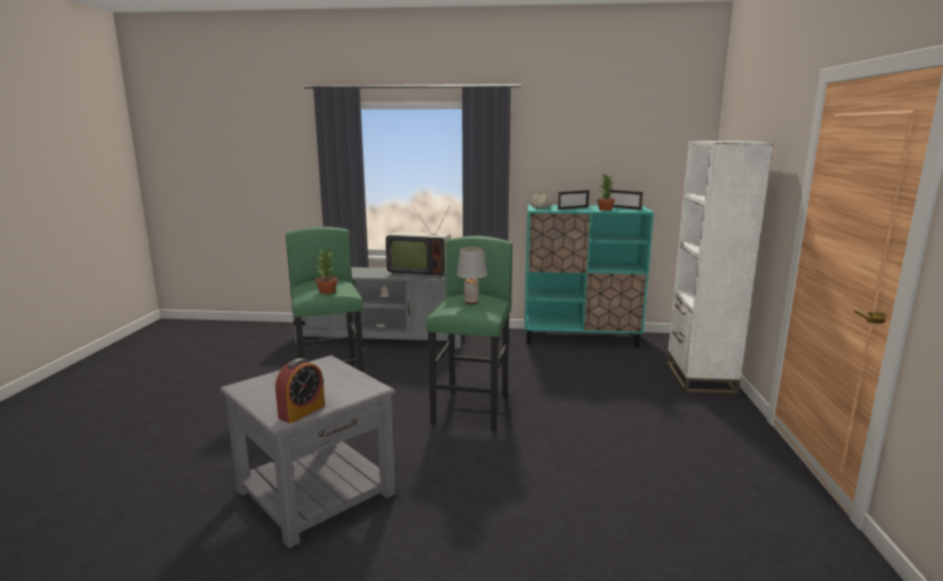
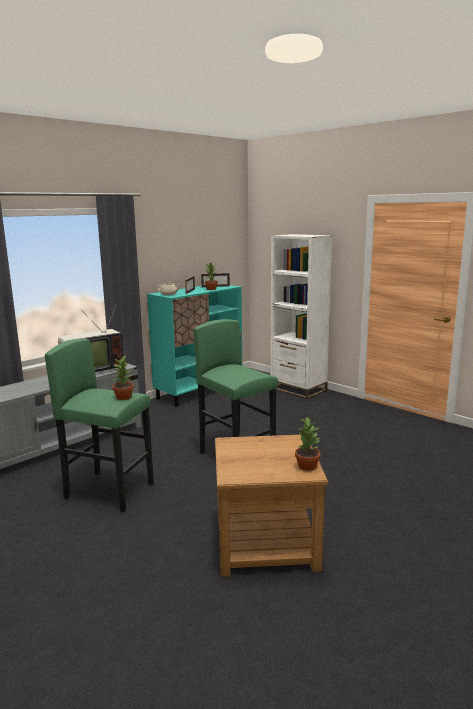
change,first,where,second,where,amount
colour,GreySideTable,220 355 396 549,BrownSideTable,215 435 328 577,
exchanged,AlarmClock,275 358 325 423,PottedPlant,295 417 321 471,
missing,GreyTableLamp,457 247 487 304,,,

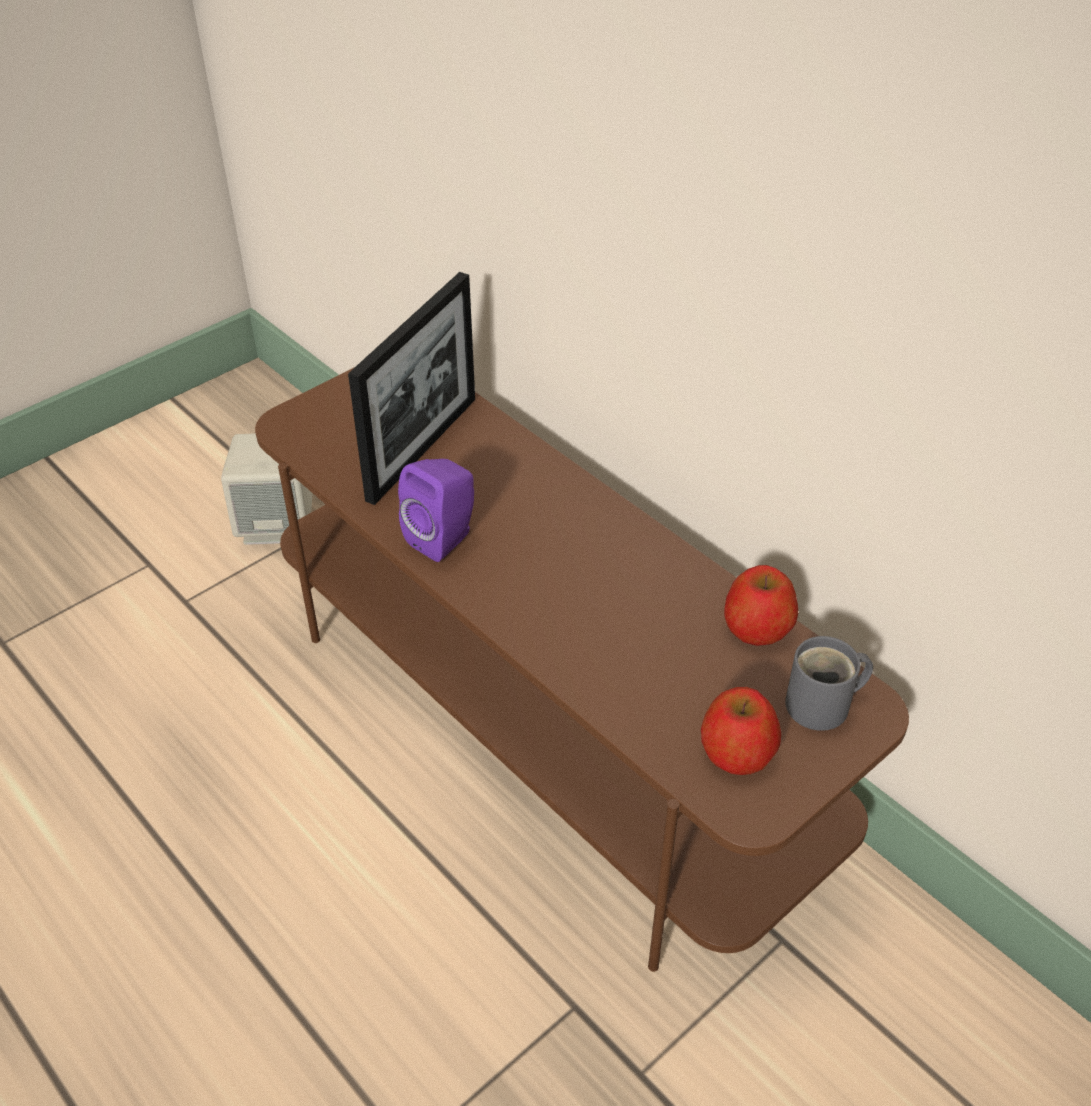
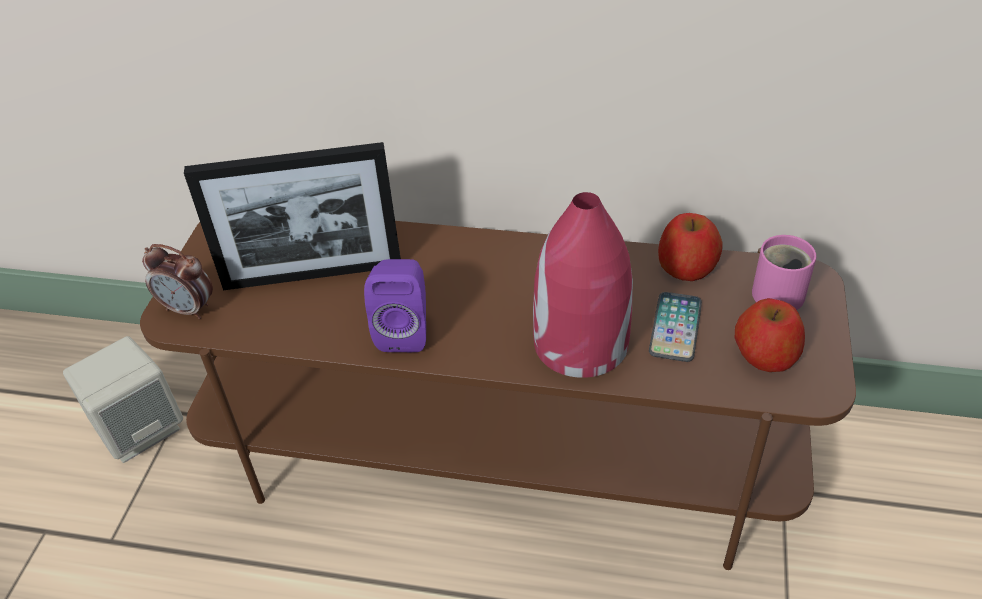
change,first,where,second,where,amount
appeared,,,AlarmClock,142 244 213 319,
spun,PictureFrame,348 272 475 505,,184 142 401 290,90 degrees clockwise
appeared,,,RedVase,533 192 633 378,
appeared,,,Phone,649 292 702 362,
colour,GreyMug,785 636 873 731,PinkMug,752 235 816 310,

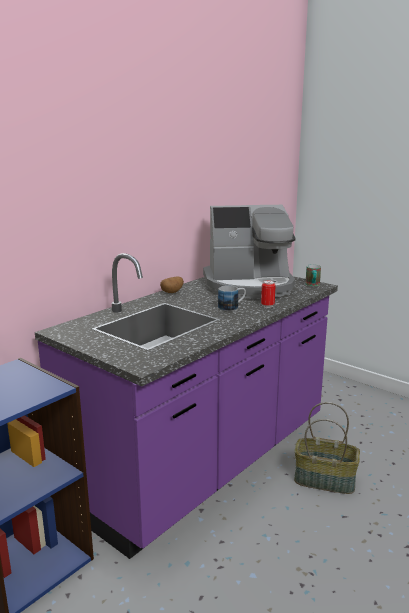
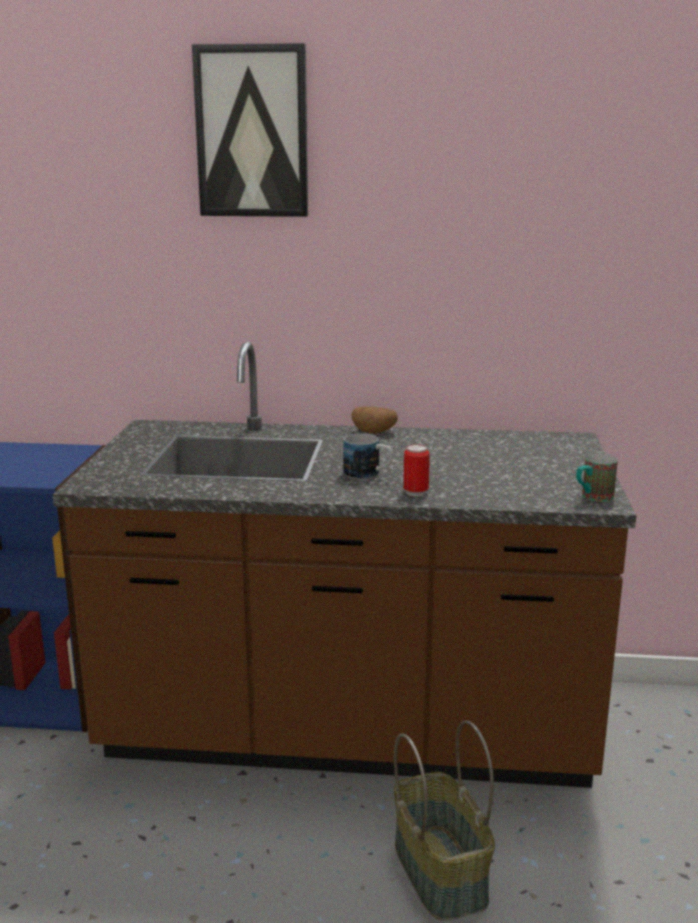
change,first,where,second,where,amount
colour,PurpleCounter,35 253 338 559,BrownCounter,52 342 636 788,
appeared,,,Picture,192 43 308 217,
missing,CoffeeMachine,203 205 296 298,,,

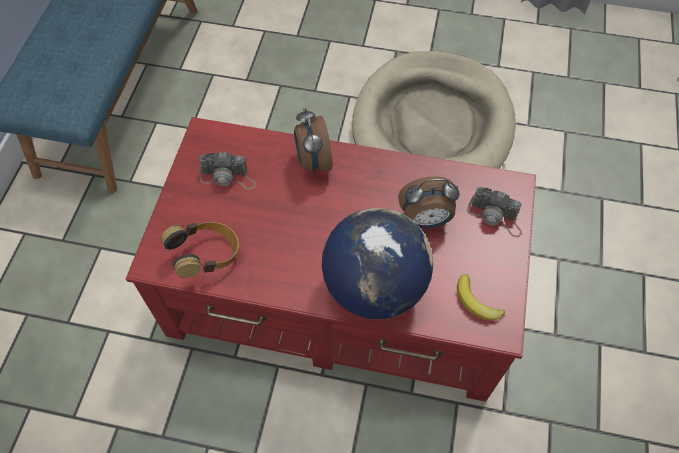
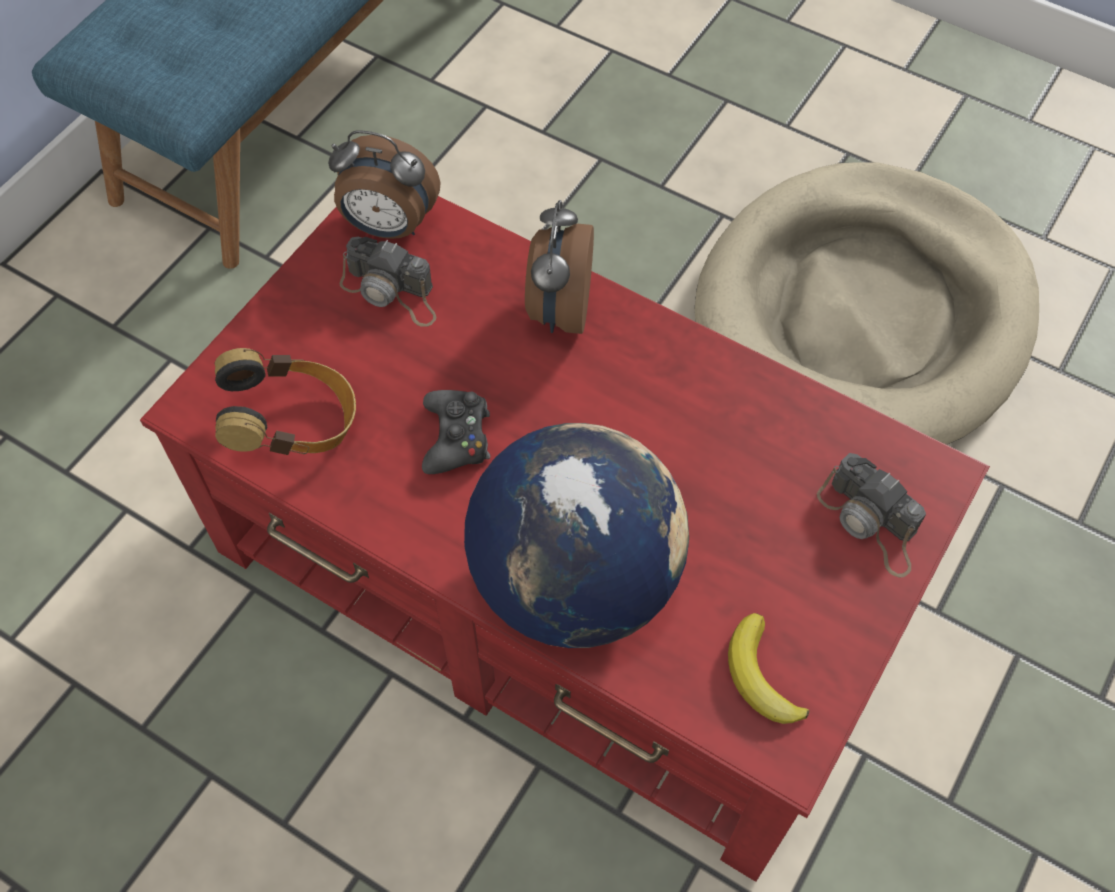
change,first,where,second,where,amount
relocated,AlarmClock,398 176 460 229,,328 130 441 239,
appeared,,,BlackGameController,422 390 490 474,

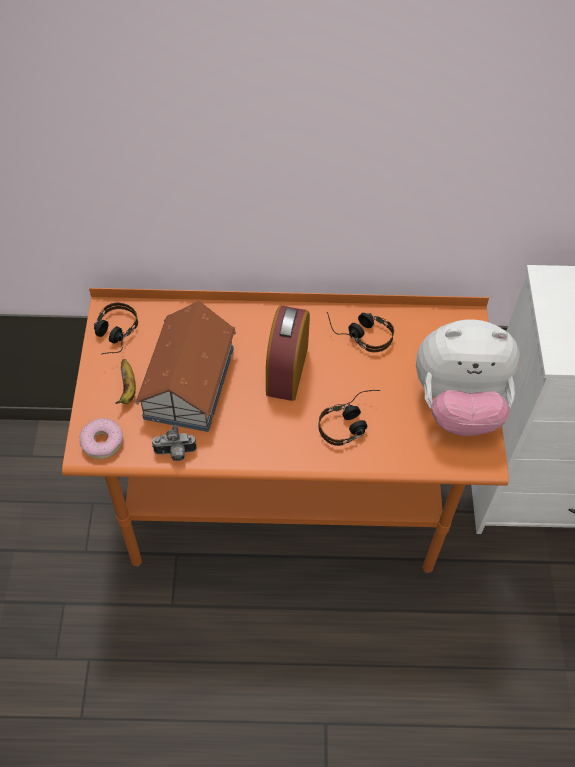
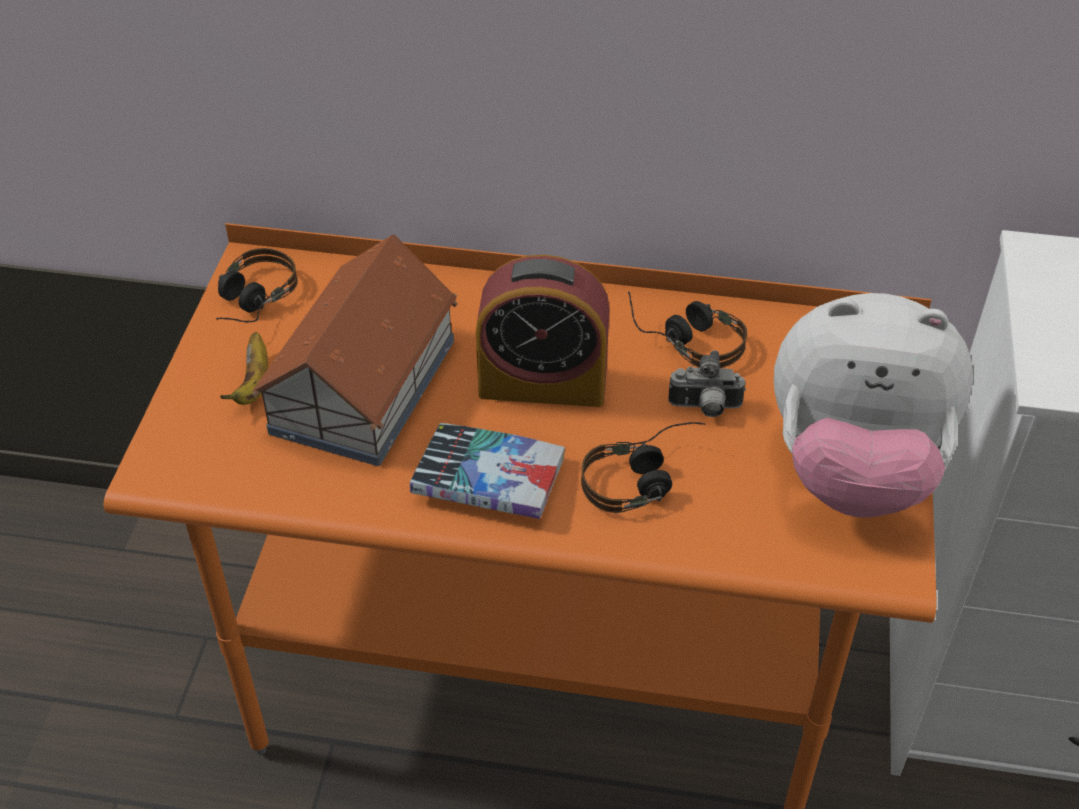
change,first,where,second,where,amount
appeared,,,Book,410 423 565 519,
spun,AlarmClock,266 306 310 401,,476 255 609 407,105 degrees counterclockwise
relocated,PhotoCamera,152 426 197 461,,668 350 746 417,
missing,Donut,80 418 123 459,,,

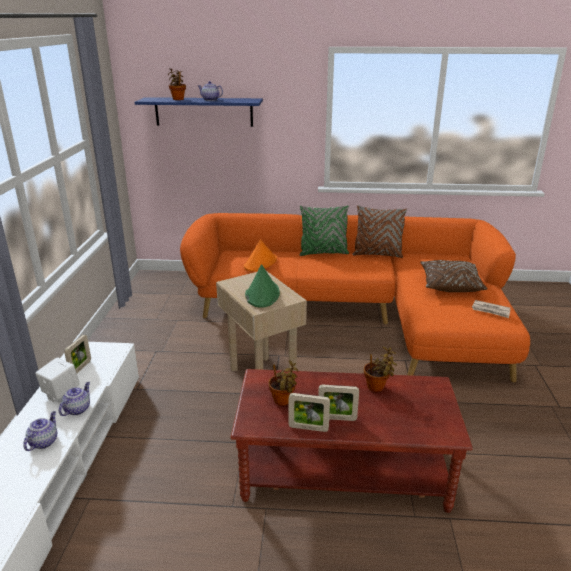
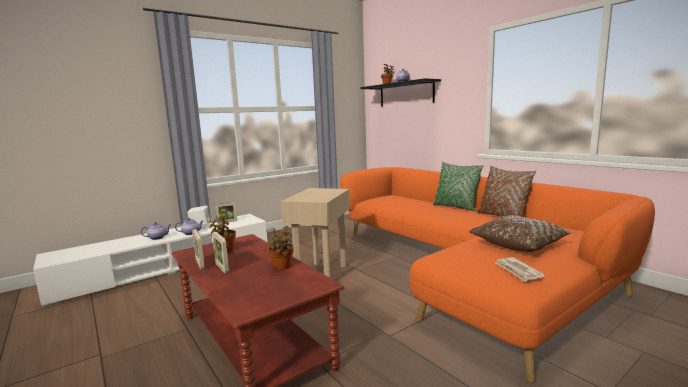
change,first,where,second,where,amount
colour,BlueShelf,135 97 263 127,BlackShelf,360 78 441 106,
missing,OrangeHat,244 239 277 271,,,
missing,GreenHat,245 264 280 308,,,

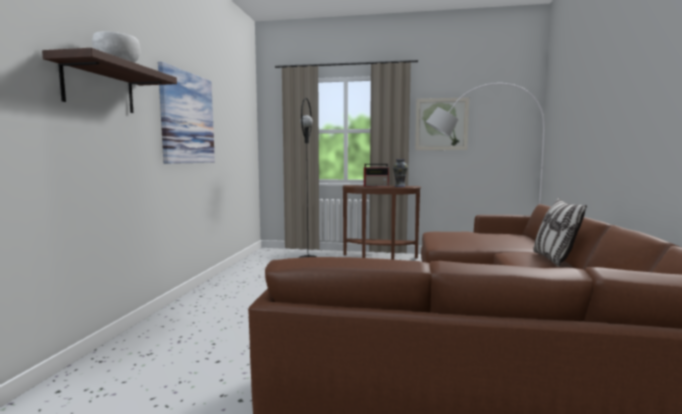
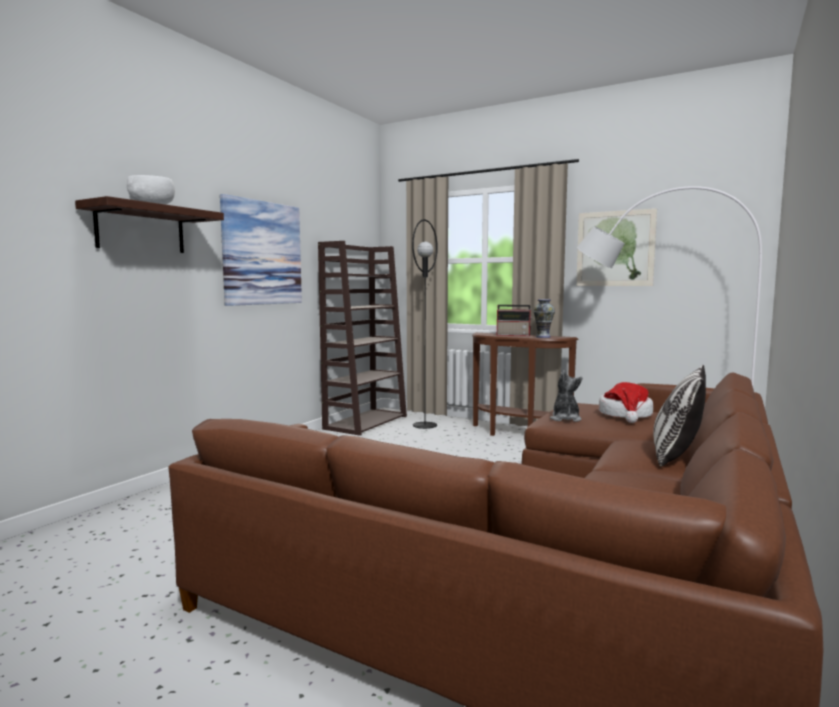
change,first,where,second,where,amount
appeared,,,BrownBookcase,318 241 407 436,
appeared,,,PlushToy,550 370 582 422,
appeared,,,Hat,599 382 653 423,

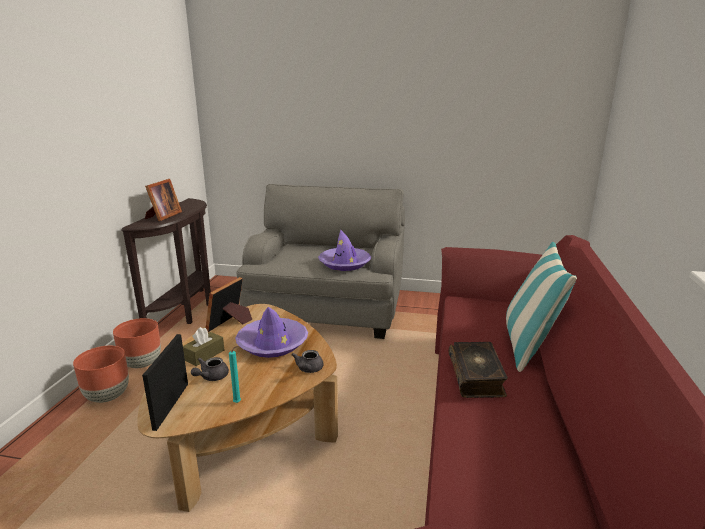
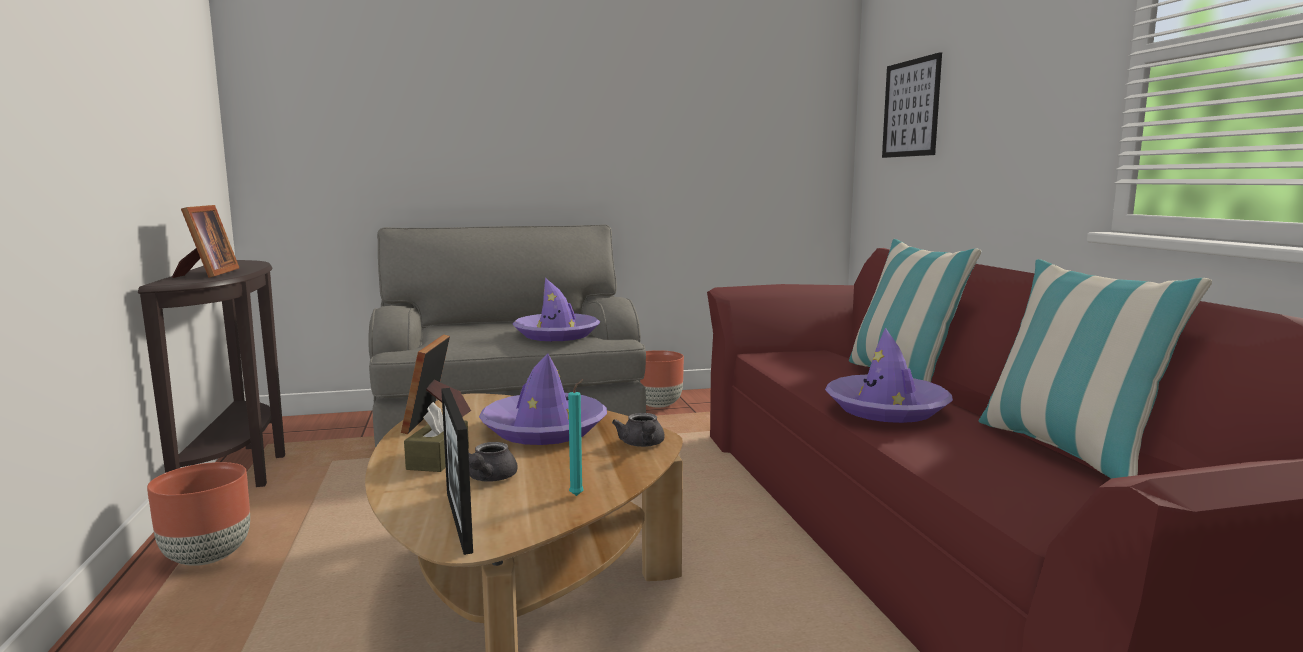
change,first,where,second,where,amount
relocated,BrownPlanter,73 346 129 403,,640 350 684 408,
exchanged,Book,448 342 508 398,PurpleHat,825 328 953 423,
appeared,,,Picture,882 52 942 158,
appeared,,,Pillow,979 259 1212 479,

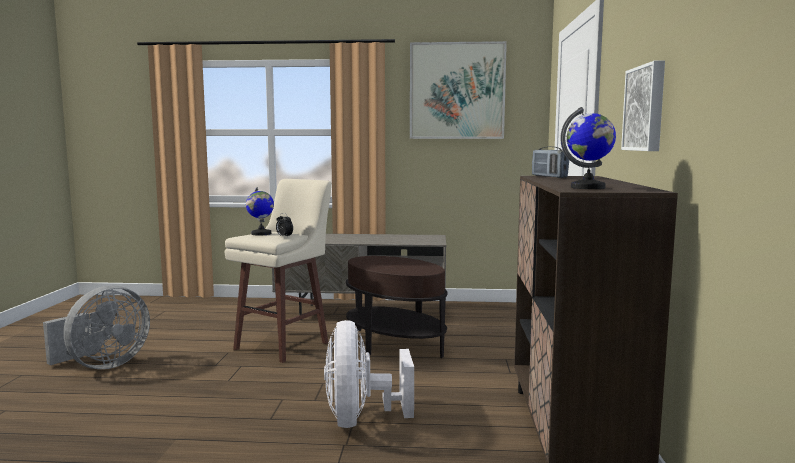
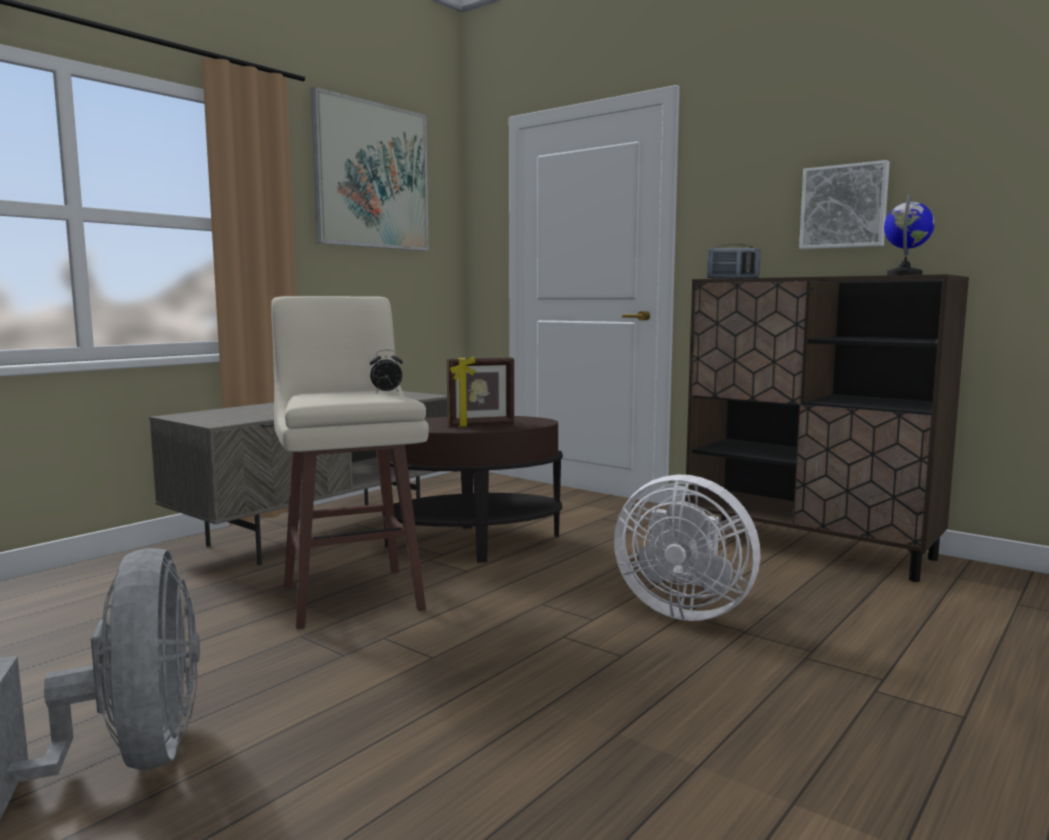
change,first,where,second,where,amount
appeared,,,PictureFrame,447 356 514 427,
missing,Globe,246 187 274 236,,,

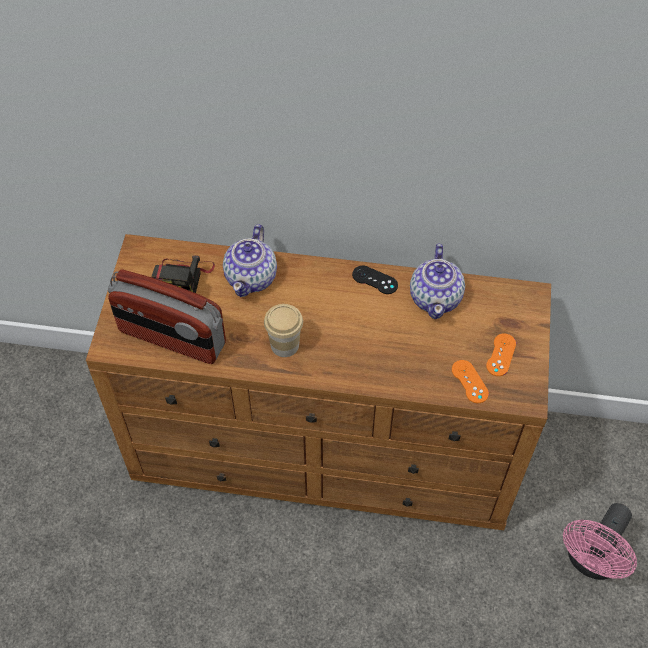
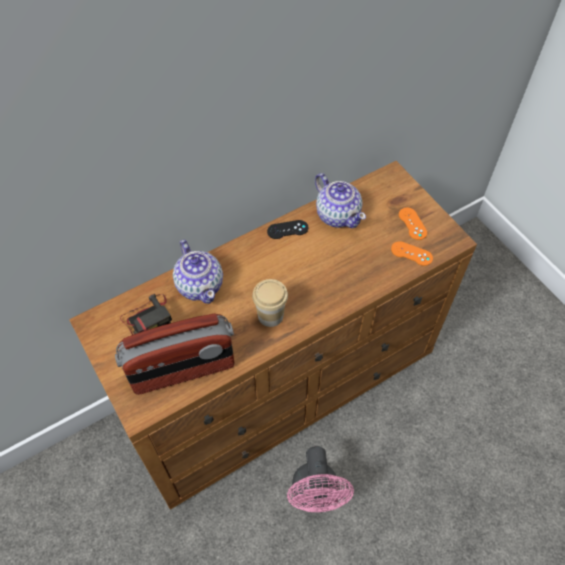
change,first,where,second,where,amount
relocated,PinkFan,563 503 637 580,,287 446 354 512,

